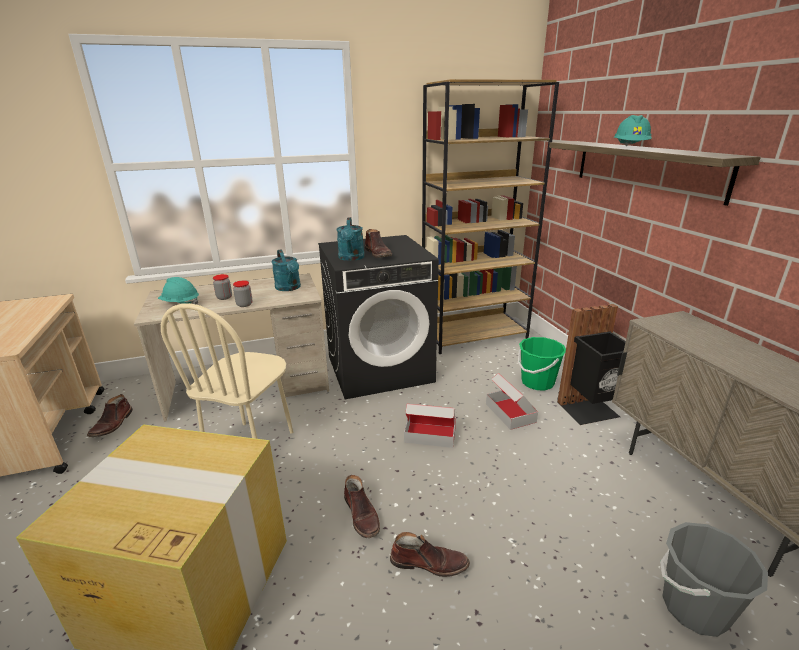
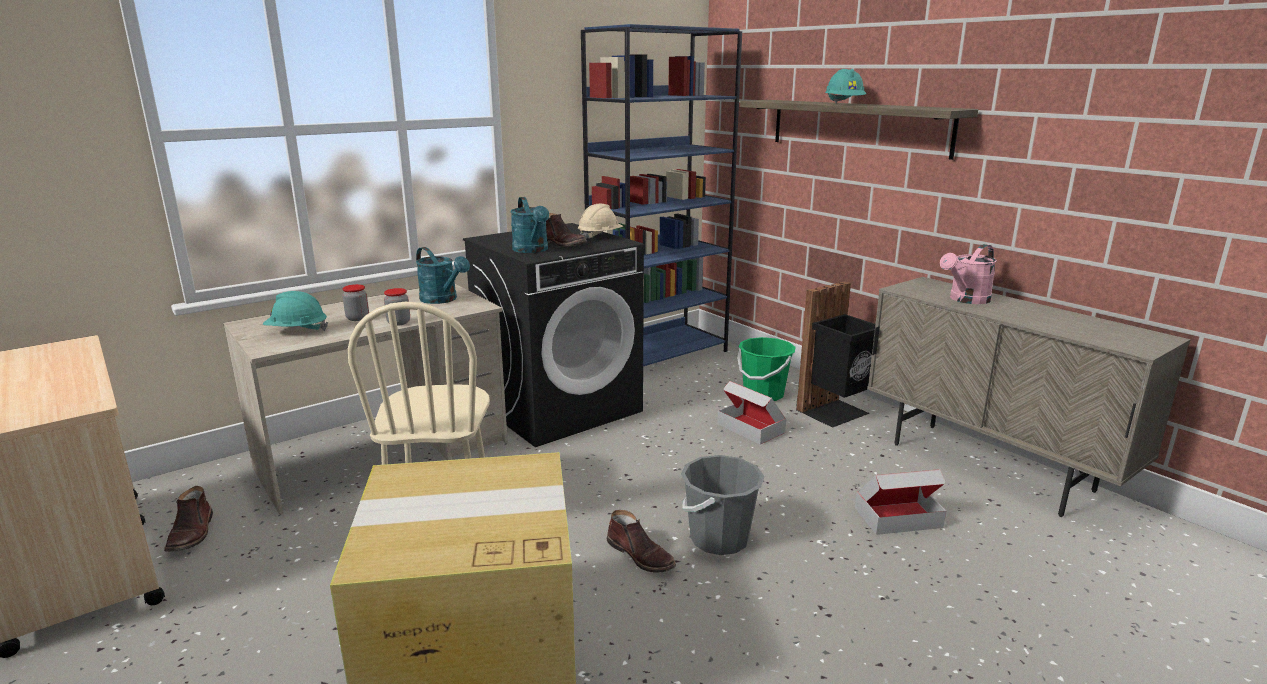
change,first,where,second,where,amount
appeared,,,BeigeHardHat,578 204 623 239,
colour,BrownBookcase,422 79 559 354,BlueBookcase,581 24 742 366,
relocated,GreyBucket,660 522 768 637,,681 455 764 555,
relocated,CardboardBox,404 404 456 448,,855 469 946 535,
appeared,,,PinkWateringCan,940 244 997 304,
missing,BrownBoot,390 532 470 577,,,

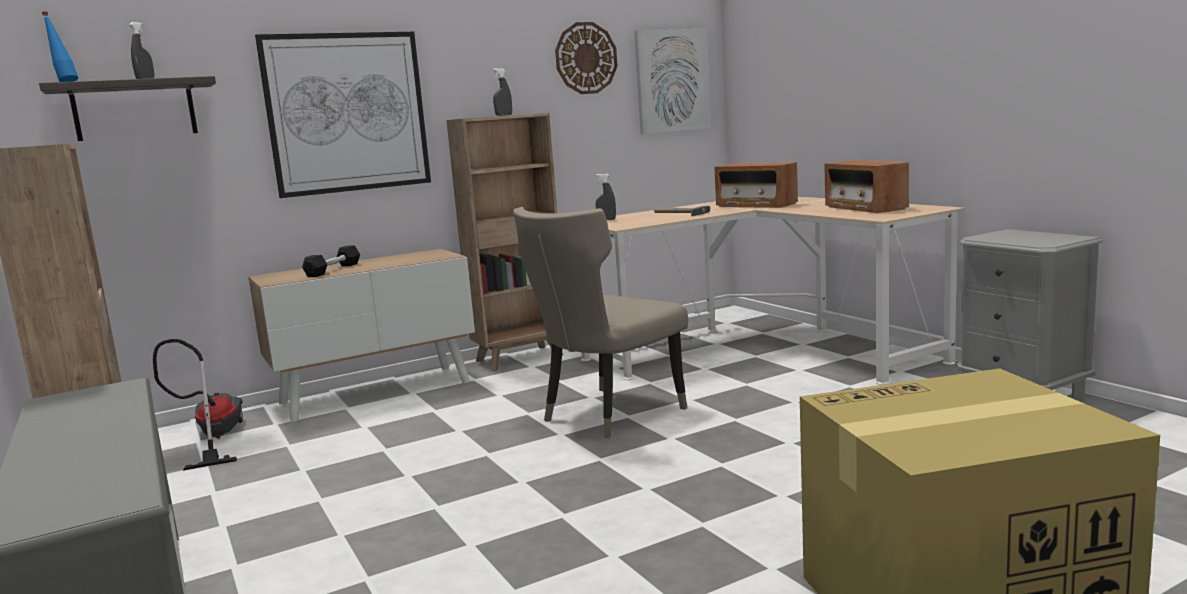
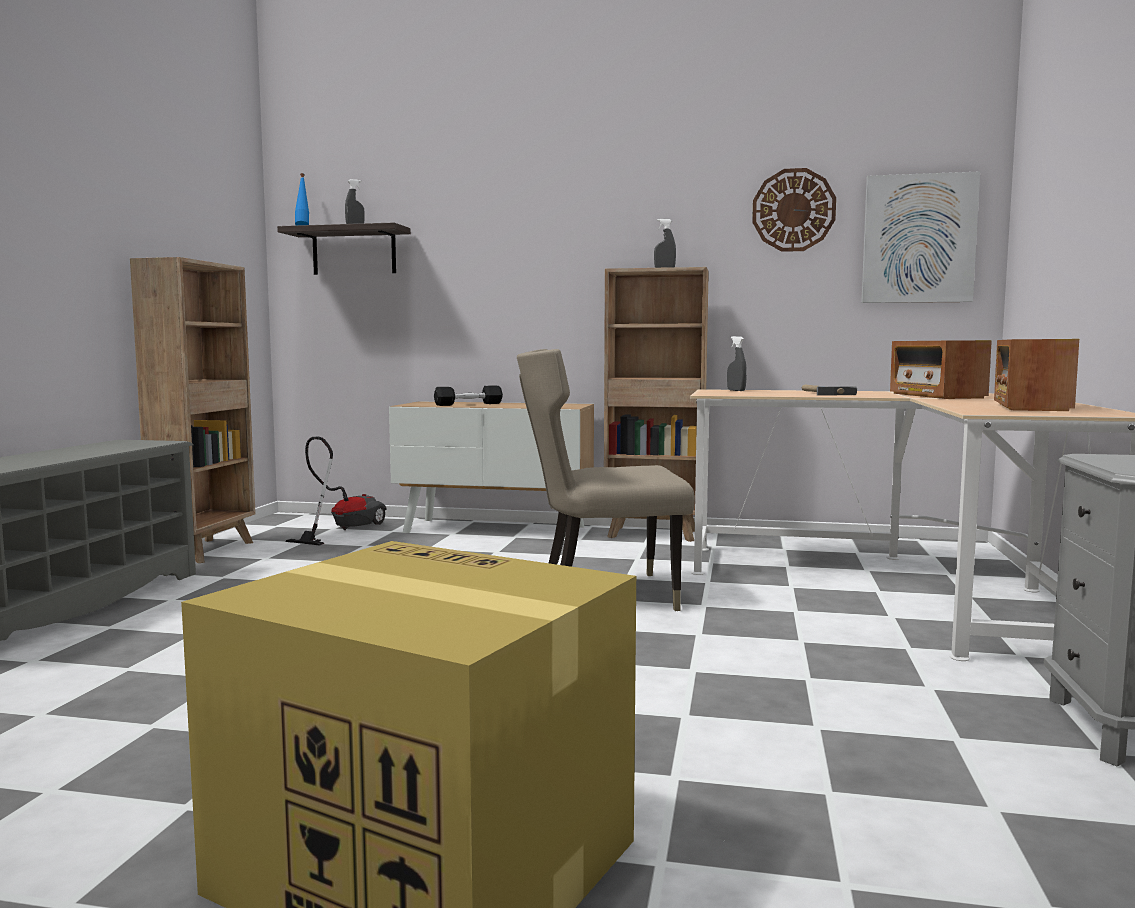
change,first,where,second,where,amount
missing,Picture,255 32 431 198,,,

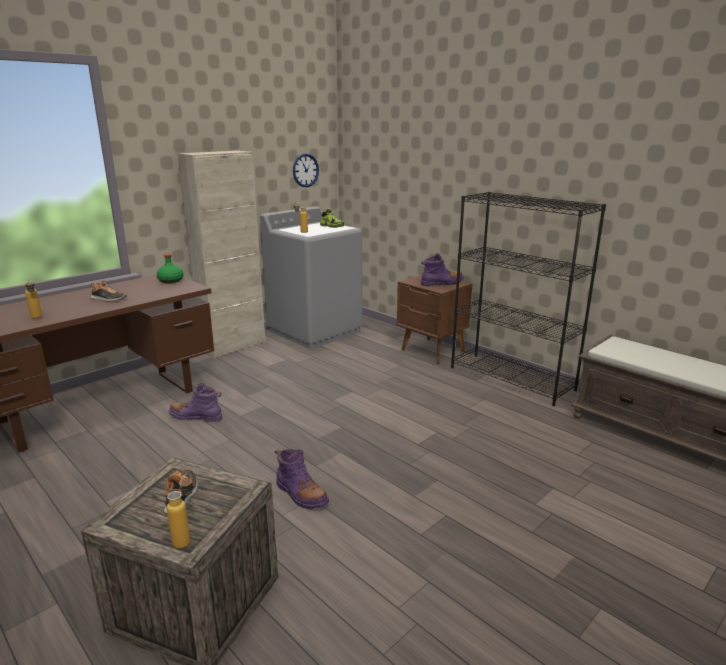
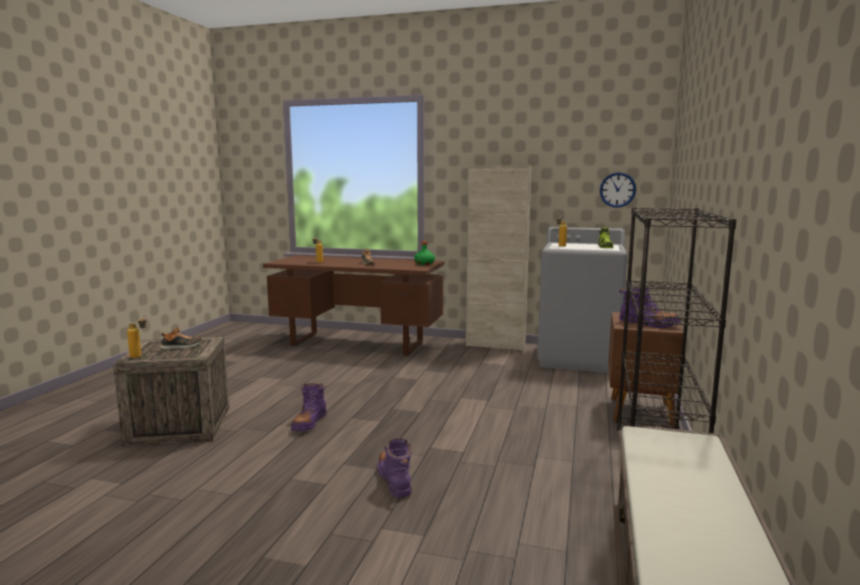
change,first,where,second,where,amount
relocated,PurpleBoot,169 383 222 422,,377 439 412 498,

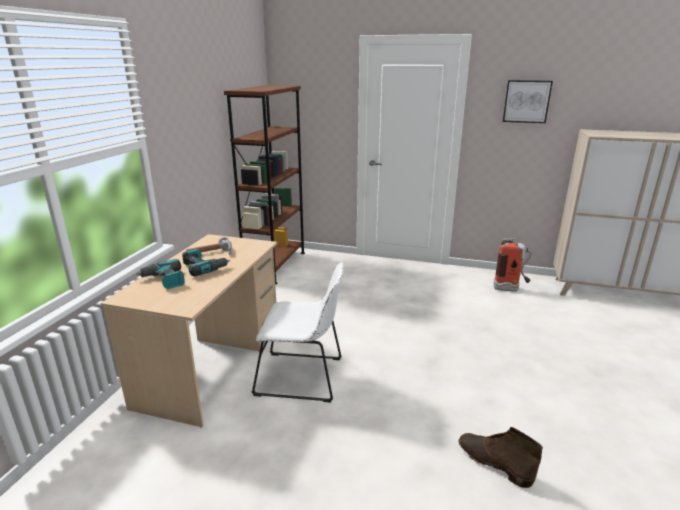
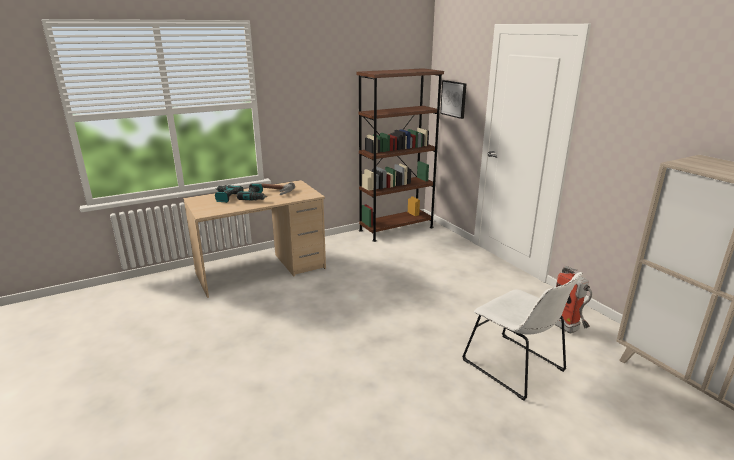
change,first,where,second,where,amount
relocated,Picture,503 80 553 123,,440 80 467 119,
relocated,WhiteChair,252 263 344 403,,462 272 583 401,
missing,BrownBoot,459 427 543 488,,,

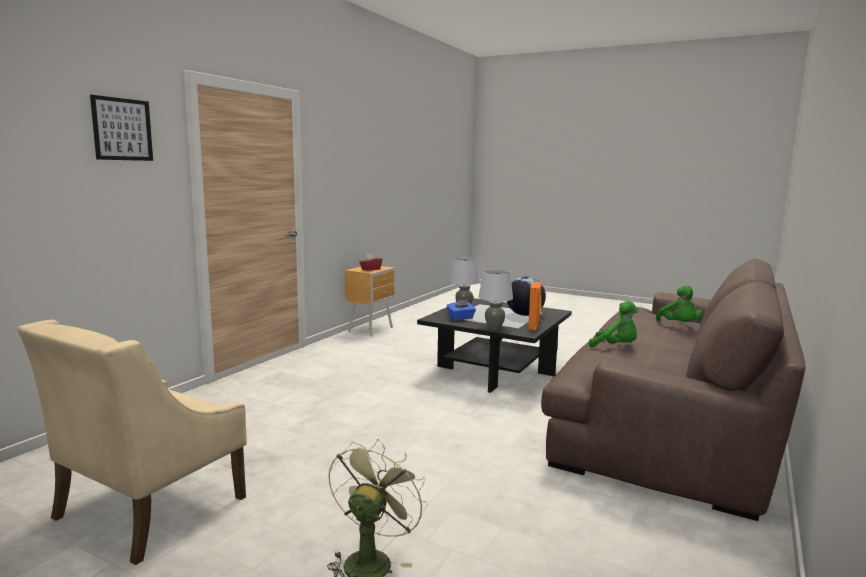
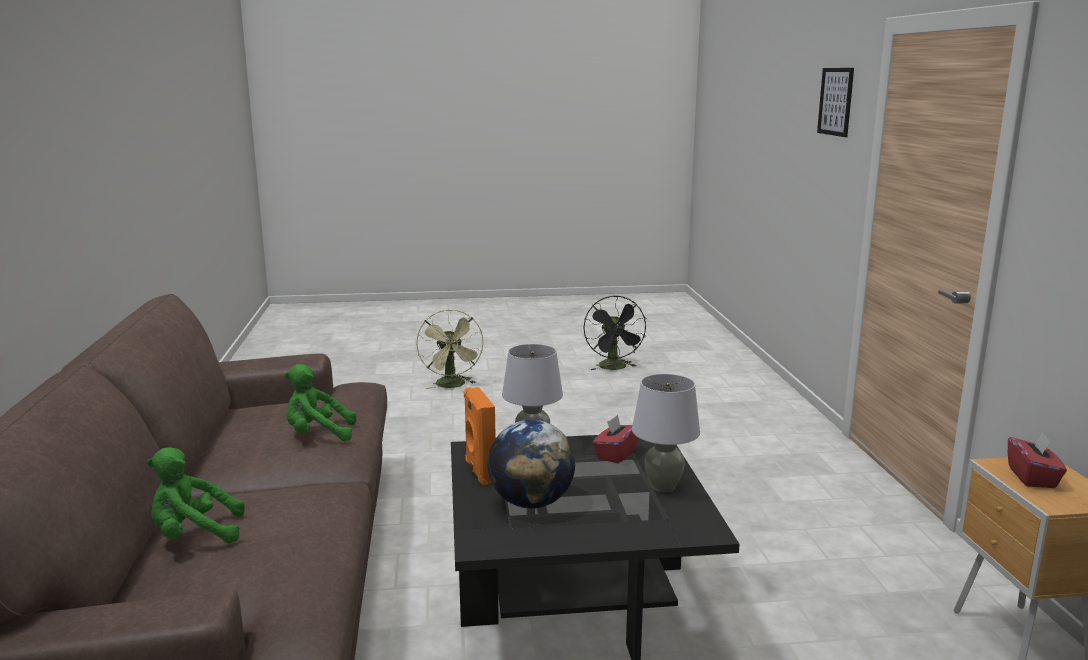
change,first,where,second,where,amount
spun,GreenPlushToy,656 285 703 322,,147 447 245 543,60 degrees counterclockwise
exchanged,BeigeArmchair,17 320 247 565,BlackFan,584 295 646 370,
colour,BlueTissueBox,447 299 476 320,RedTissueBox,593 415 639 463,

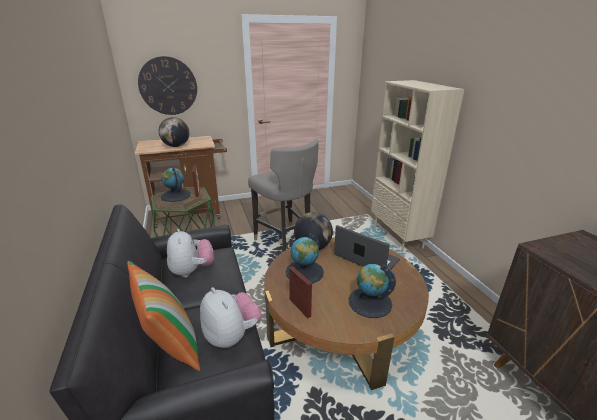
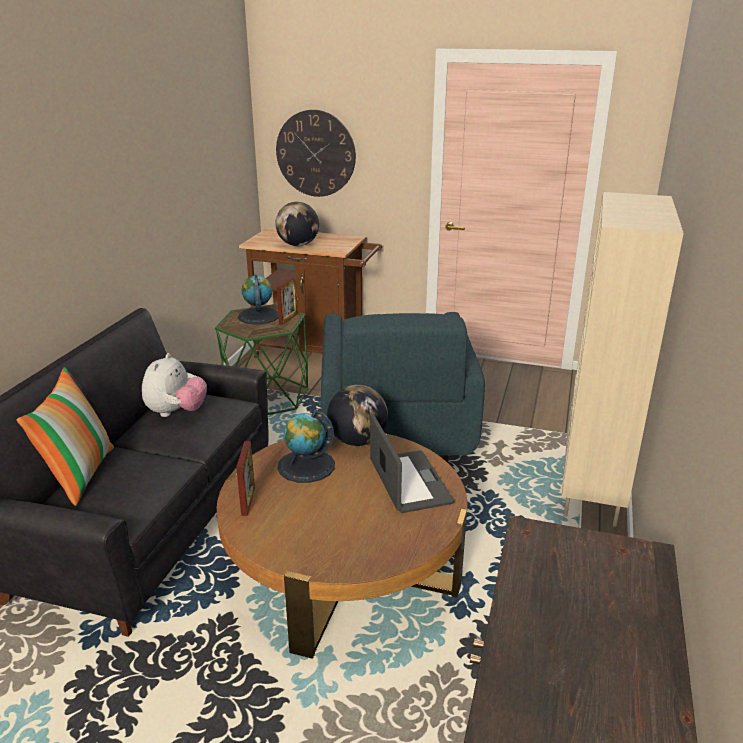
change,first,where,second,where,amount
exchanged,GreyStool,248 139 319 252,BlueArmchair,321 312 485 463,
missing,PlushToy,200 287 262 348,,,
missing,Globe,348 264 396 318,,,

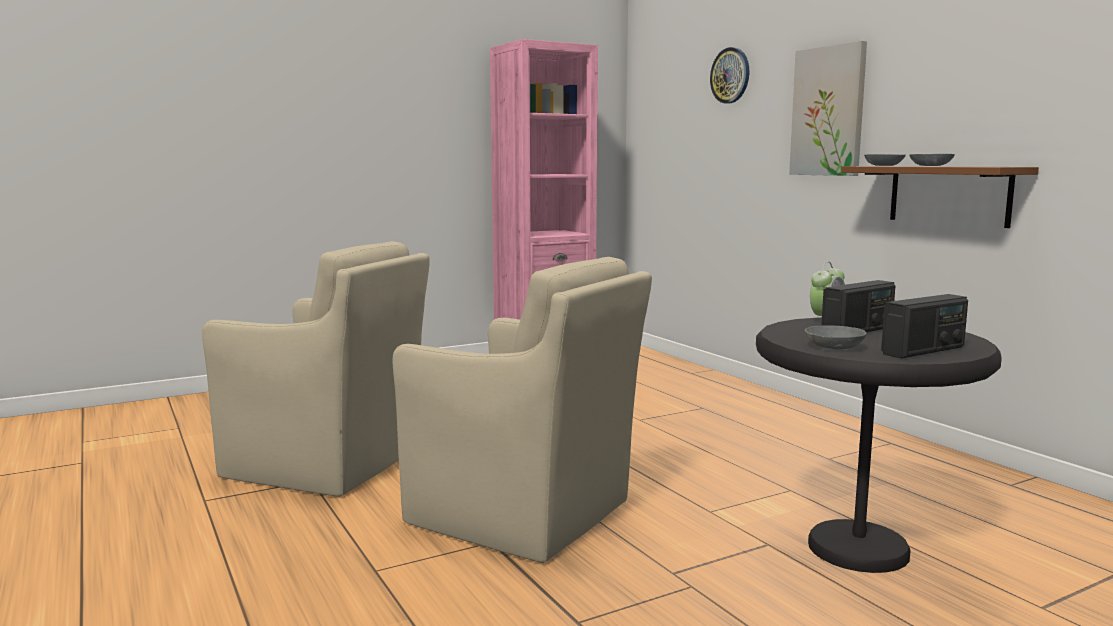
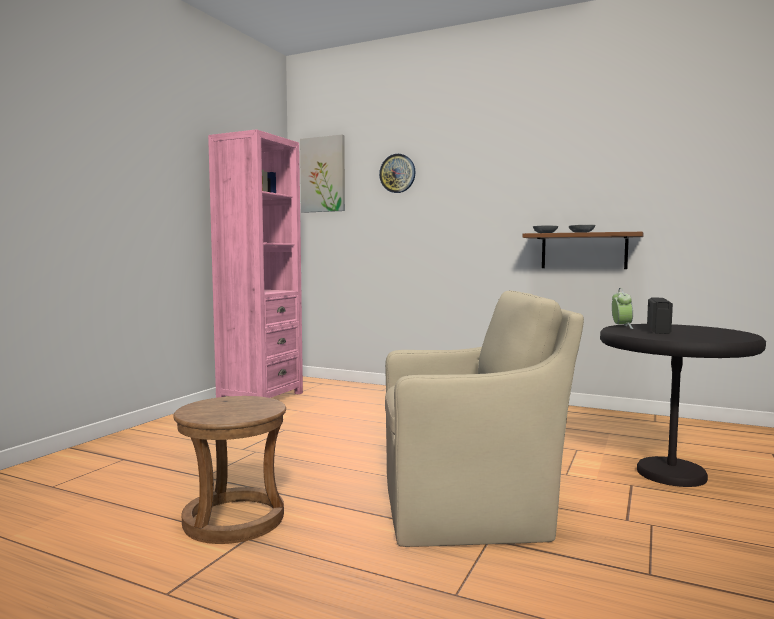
change,first,where,second,where,amount
exchanged,BeigeArmchair,202 241 430 497,BrownStool,173 396 286 544,
relocated,Picture,789 41 867 176,,300 135 345 213,
missing,GreyBowl,805 325 867 349,,,
missing,Radio,881 294 968 358,,,

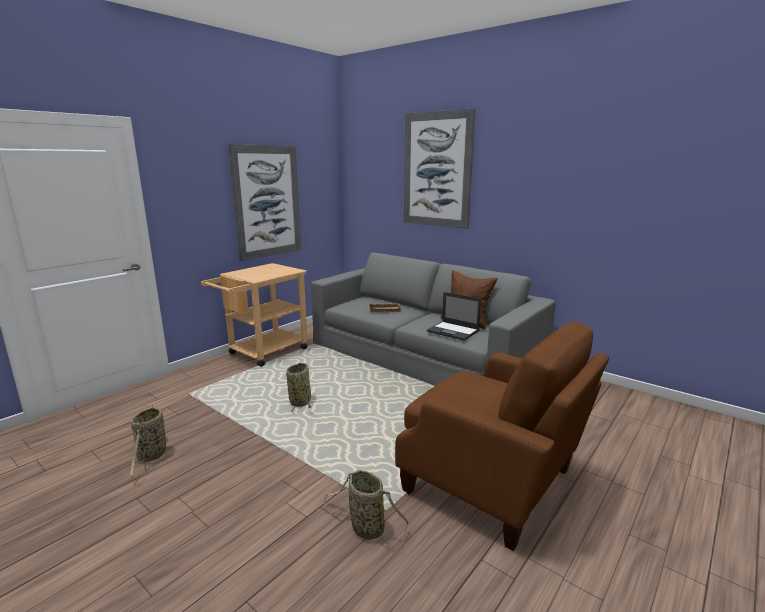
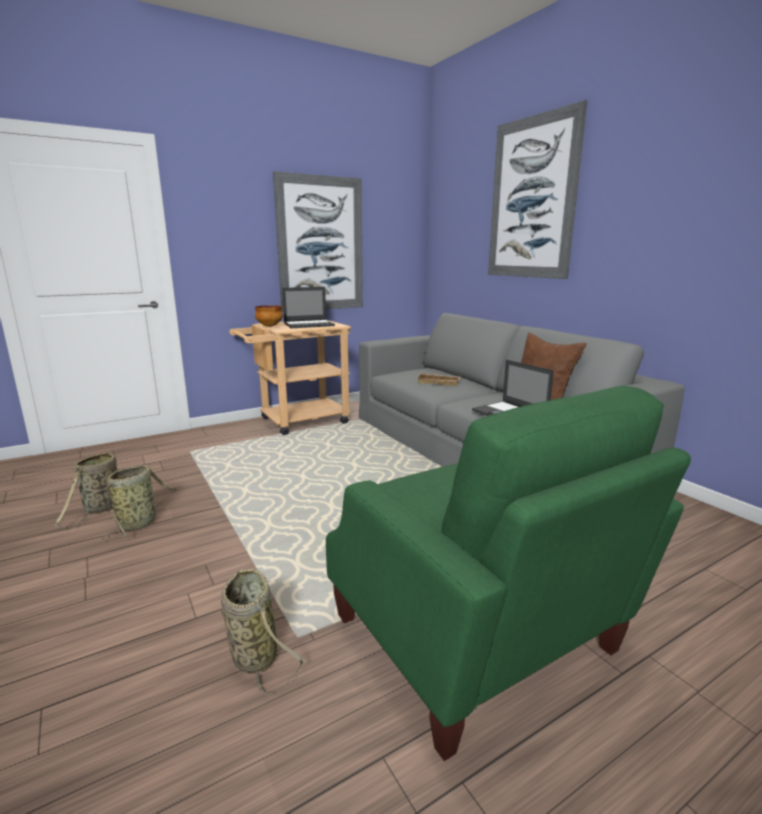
change,first,where,second,where,amount
relocated,Basket,286 363 312 413,,102 465 177 540,
appeared,,,Bowl,255 305 283 327,
appeared,,,Laptop,282 287 335 328,
colour,BrownArmchair,395 322 609 551,GreenArmchair,326 386 691 761,

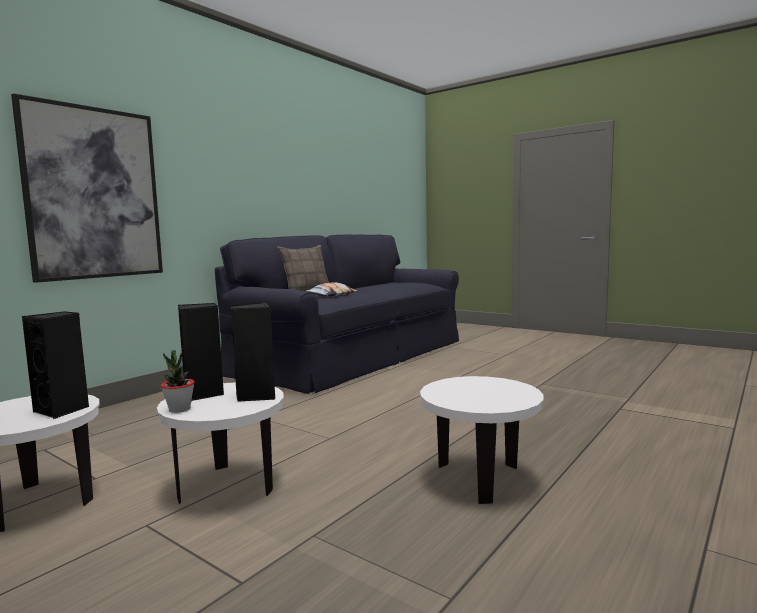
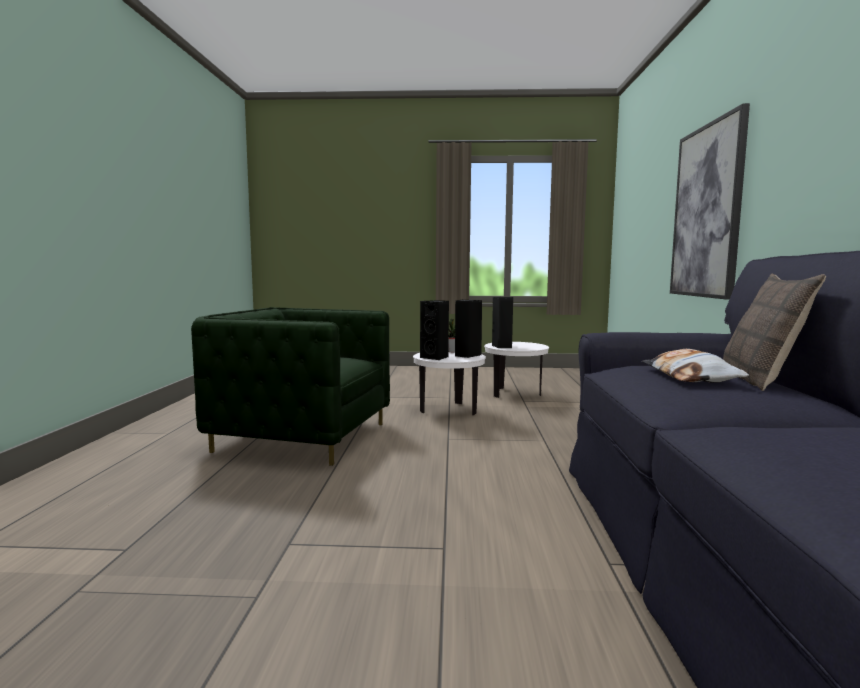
change,first,where,second,where,amount
exchanged,WhiteSideTable,420 376 544 504,GreenArmchair,191 307 390 466,

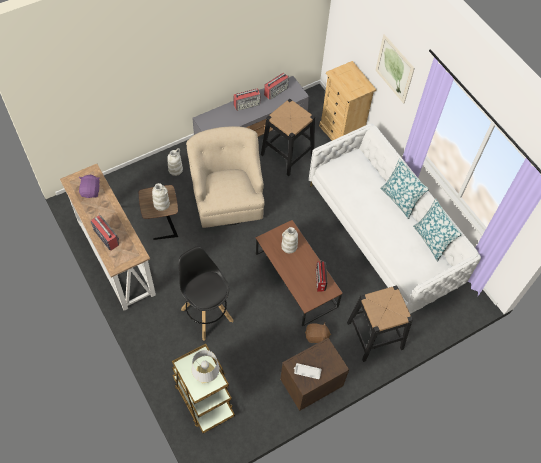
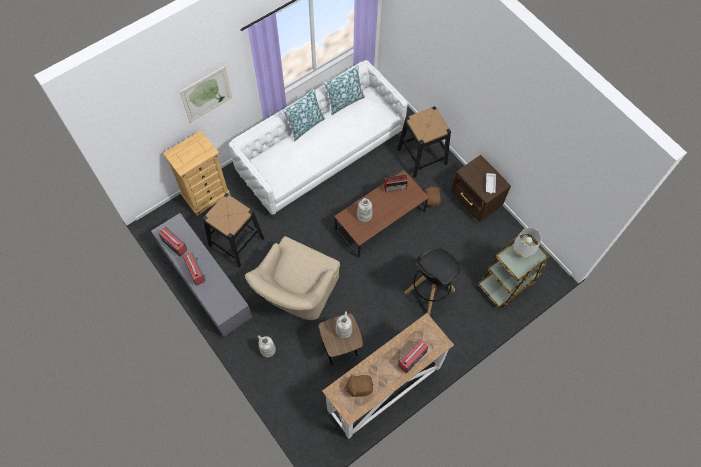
change,first,where,second,where,amount
spun,BeigeArmchair,186 126 264 228,,245 236 340 320,45 degrees counterclockwise
colour,PurplePlushToy,79 175 100 198,BrownPlushToy,344 374 374 397,

